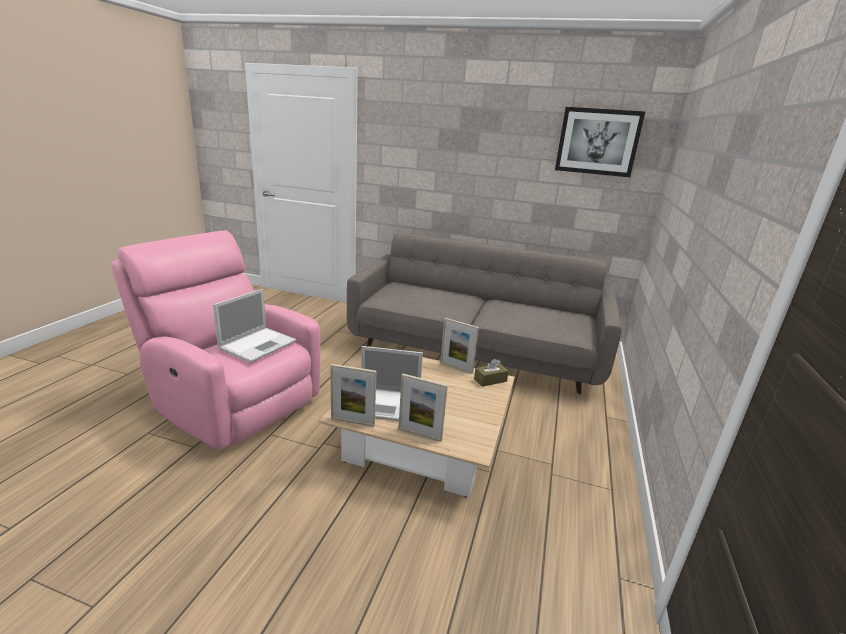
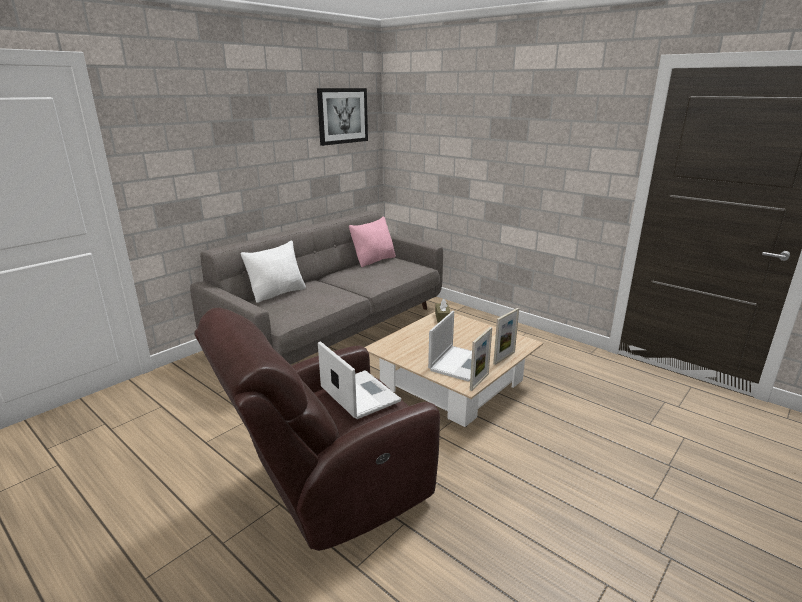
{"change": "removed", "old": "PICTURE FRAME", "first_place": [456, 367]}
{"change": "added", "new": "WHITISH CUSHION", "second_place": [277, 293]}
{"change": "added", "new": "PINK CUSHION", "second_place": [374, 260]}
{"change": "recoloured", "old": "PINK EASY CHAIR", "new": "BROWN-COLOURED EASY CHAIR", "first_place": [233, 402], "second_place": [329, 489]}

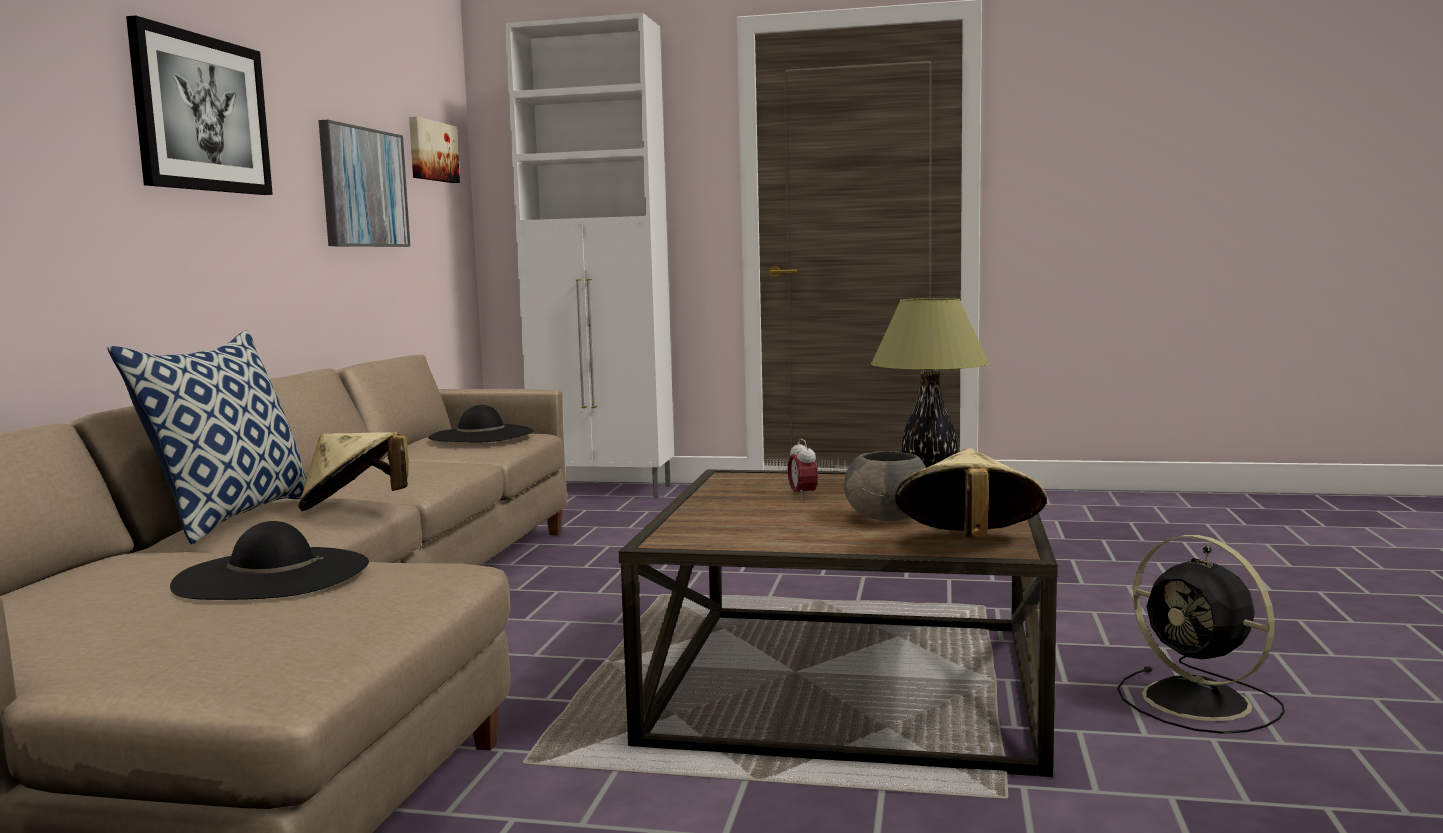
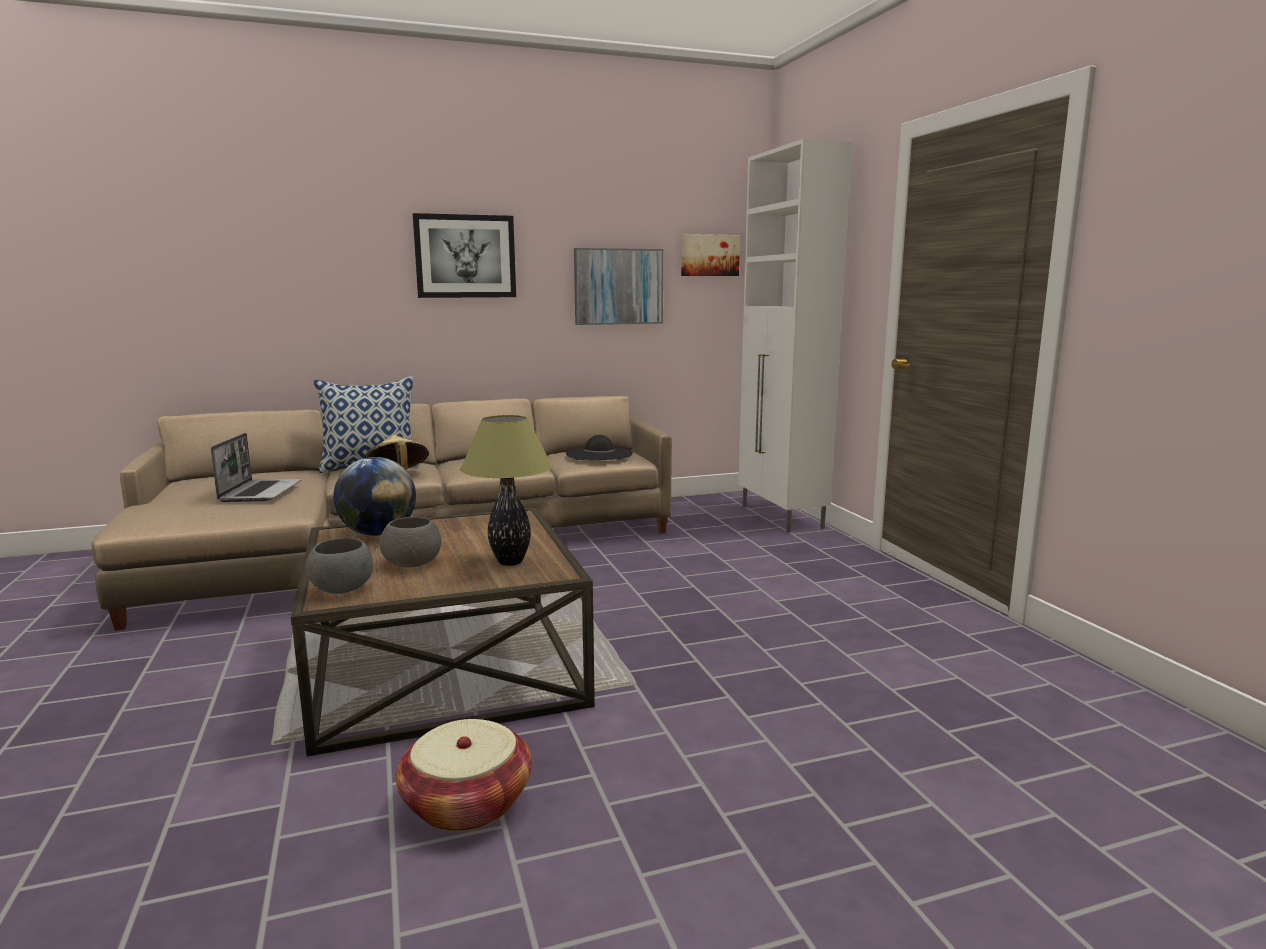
{"change": "removed", "old": "TABLE CLOCK", "first_place": [802, 496]}
{"change": "added", "new": "GLOBE", "second_place": [378, 533]}
{"change": "replaced", "old": "BLACK-COLOURED WEARABLE HAT", "new": "PORTABLE COMPUTER", "first_place": [272, 574], "second_place": [260, 492]}
{"change": "replaced", "old": "BEIGE WEARABLE HAT", "new": "GREYISH SERVING BOWL", "first_place": [968, 544], "second_place": [342, 590]}
{"change": "replaced", "old": "BLACK-COLOURED ELECTRIC FAN", "new": "STORAGE BASKET", "first_place": [1200, 702], "second_place": [466, 803]}

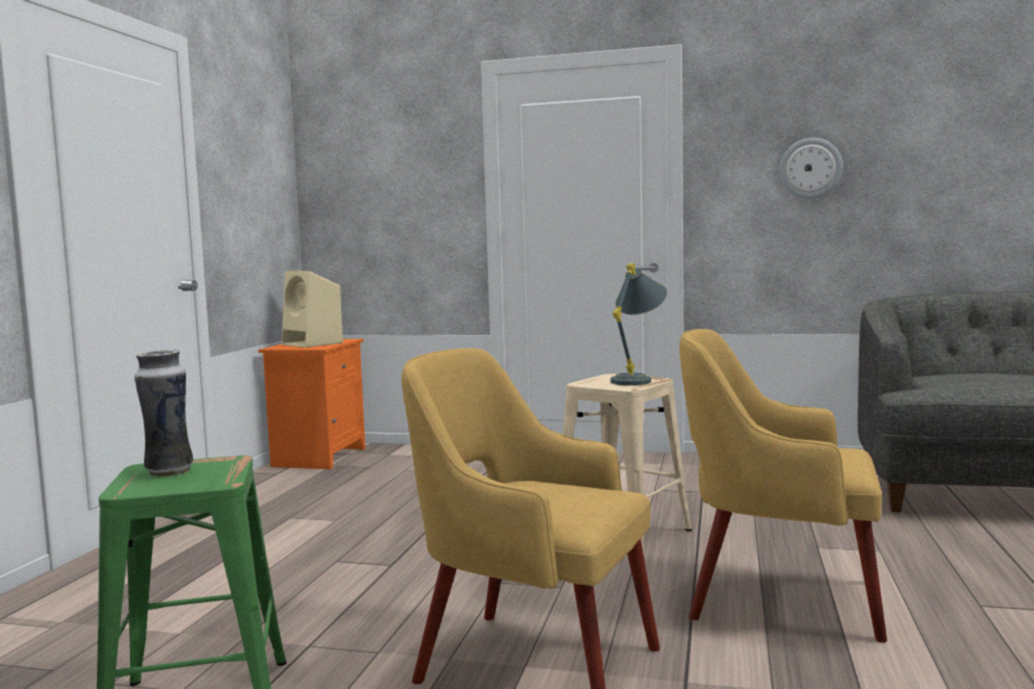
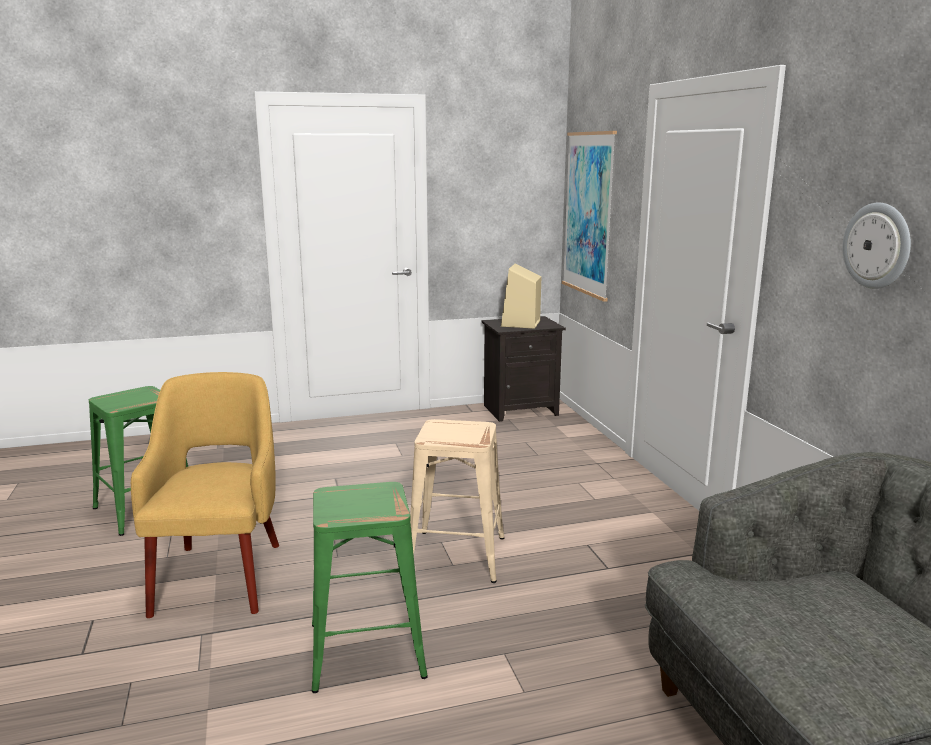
{"change": "removed", "old": "FLOWER VASE", "first_place": [168, 472]}
{"change": "removed", "old": "GREYISH LAMP FOR A TABLE", "first_place": [637, 380]}
{"change": "added", "new": "WALL ART", "second_place": [588, 214]}
{"change": "replaced", "old": "YELLOW-COLOURED EASY CHAIR", "new": "GREEN STOOL", "first_place": [777, 598], "second_place": [366, 648]}
{"change": "recoloured", "old": "ORANGE BEDSIDE TABLE", "new": "BLACK-COLOURED BEDSIDE TABLE", "first_place": [318, 457], "second_place": [521, 409]}

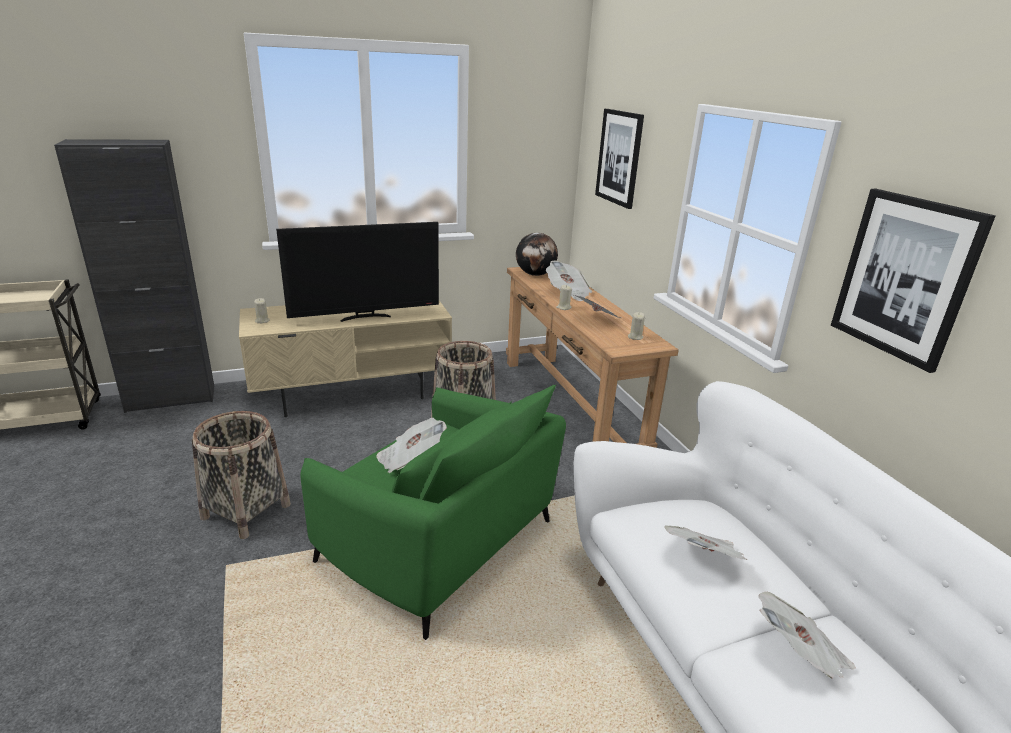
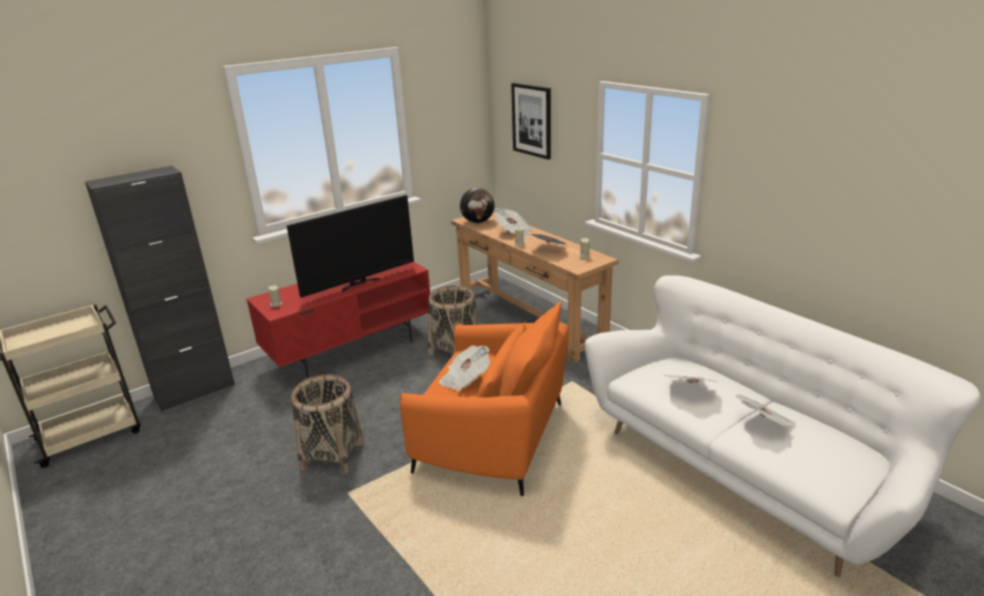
{"change": "removed", "old": "WALL ART", "first_place": [904, 277]}
{"change": "recoloured", "old": "BEIGE MEDIA CONSOLE", "new": "RED-COLOURED MEDIA CONSOLE", "first_place": [353, 392], "second_place": [351, 350]}
{"change": "recoloured", "old": "GREEN EASY CHAIR", "new": "ORANGE EASY CHAIR", "first_place": [439, 543], "second_place": [493, 438]}

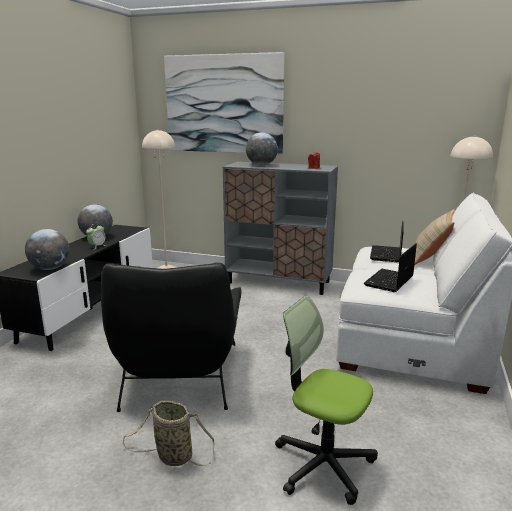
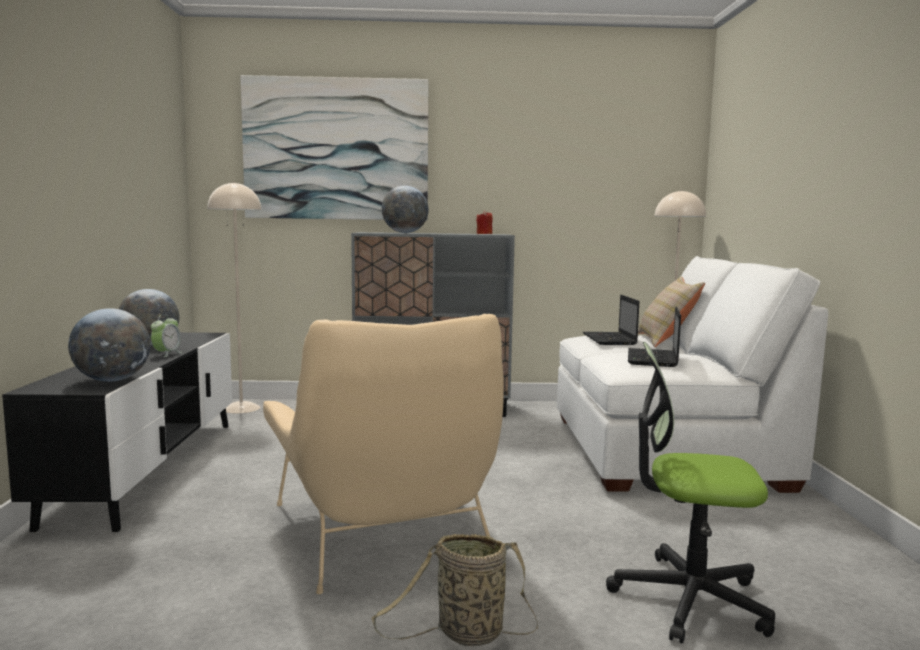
{"change": "recoloured", "old": "BLACK-COLOURED EASY CHAIR", "new": "BEIGE EASY CHAIR", "first_place": [180, 374], "second_place": [381, 530]}

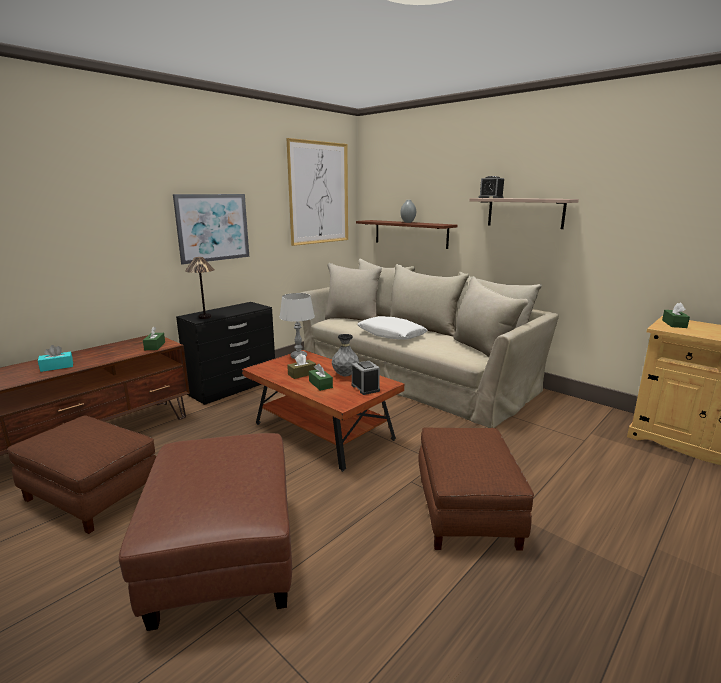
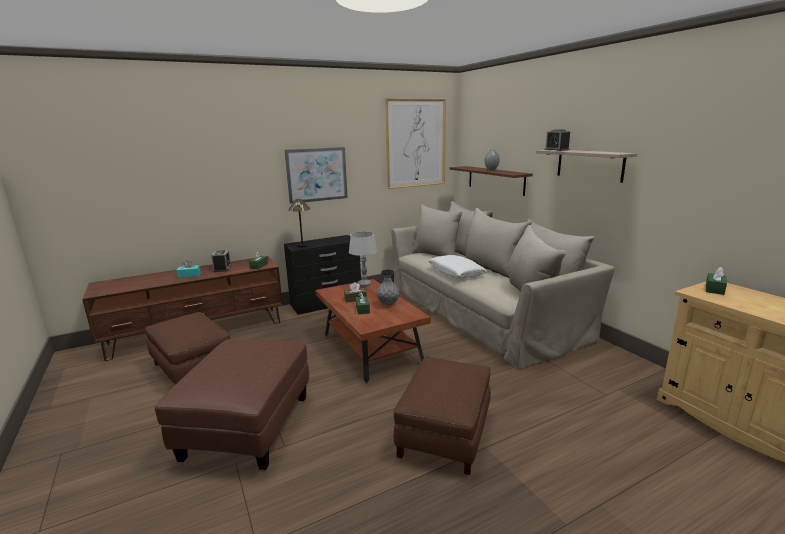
{"change": "moved", "old": "TABLE CLOCK", "first_place": [365, 388], "second_place": [222, 268]}

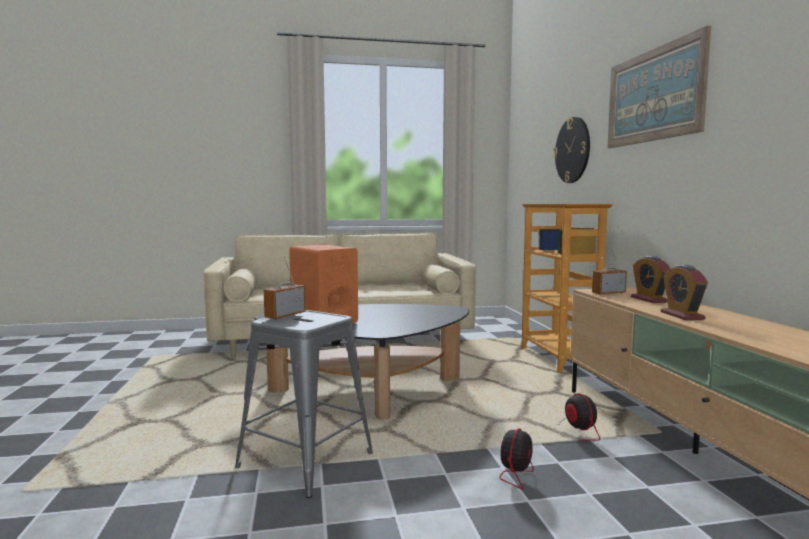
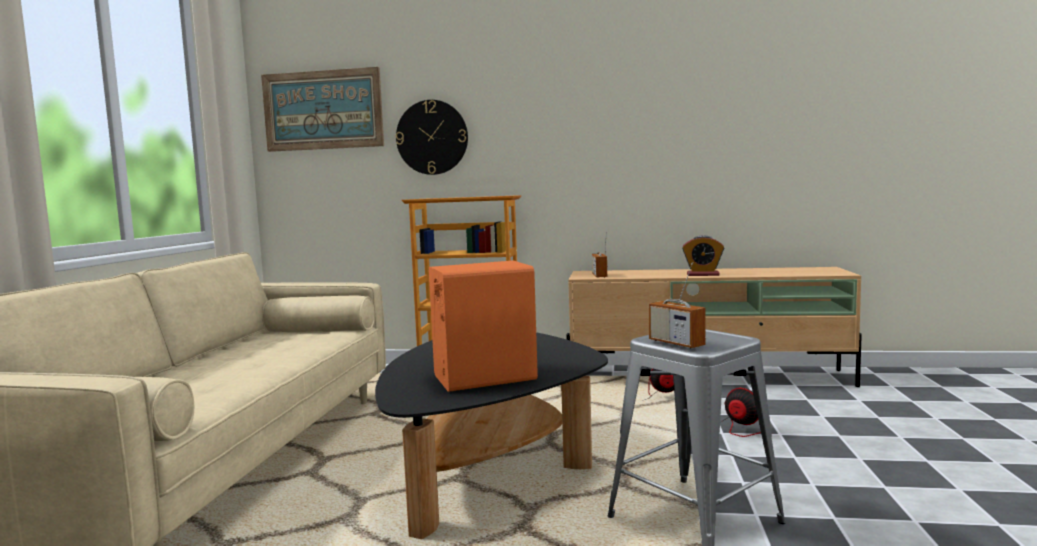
{"change": "removed", "old": "TABLE CLOCK", "first_place": [649, 299]}
{"change": "moved", "old": "WALL ART", "first_place": [653, 95], "second_place": [323, 110]}

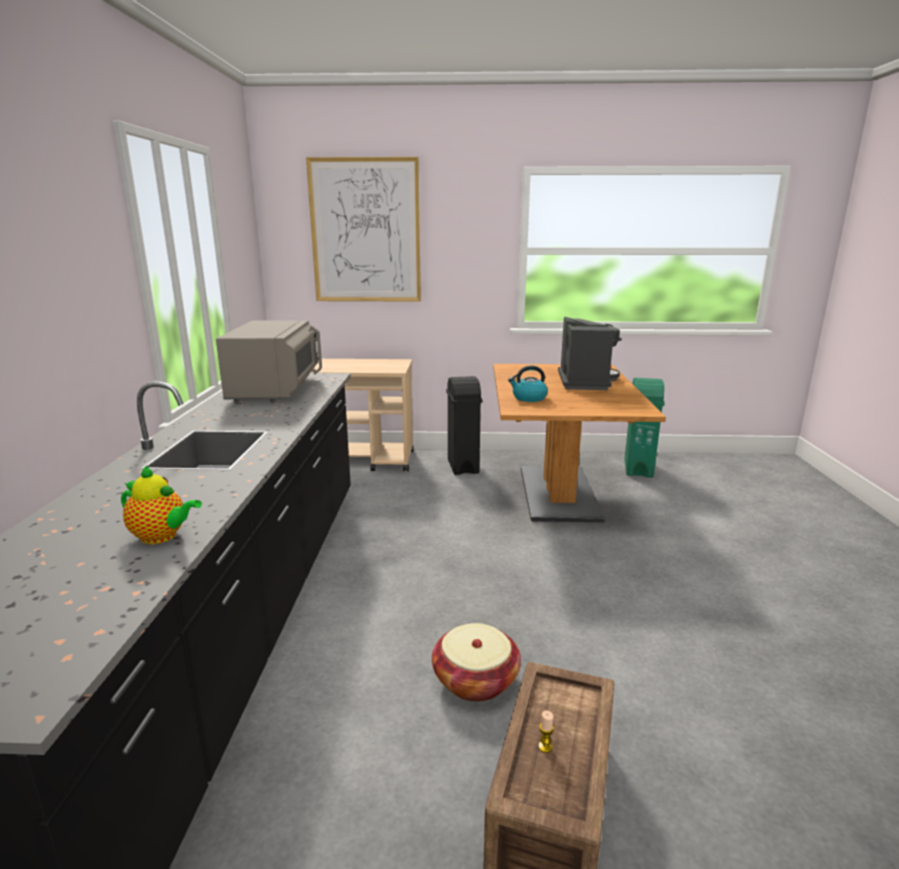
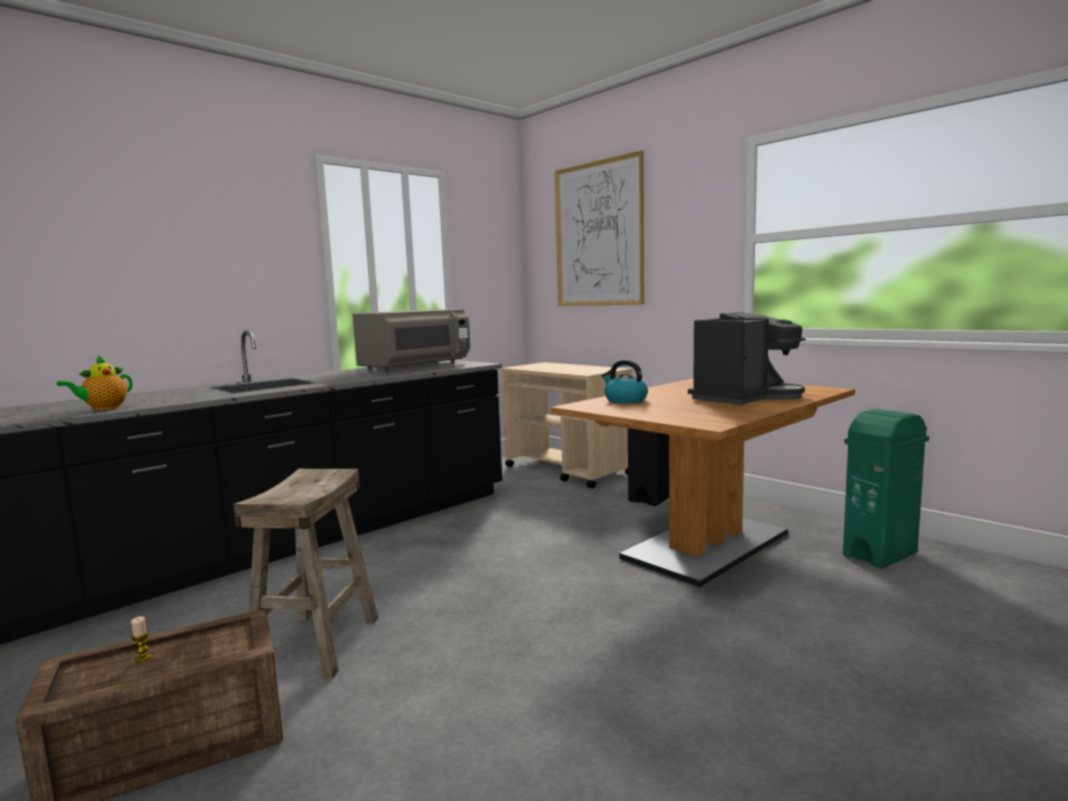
{"change": "replaced", "old": "STORAGE BASKET", "new": "BEIGE STOOL", "first_place": [475, 680], "second_place": [316, 643]}
{"change": "turned", "old": "TEA POT", "first_place": [162, 537], "second_place": [103, 408], "degrees": 60}

